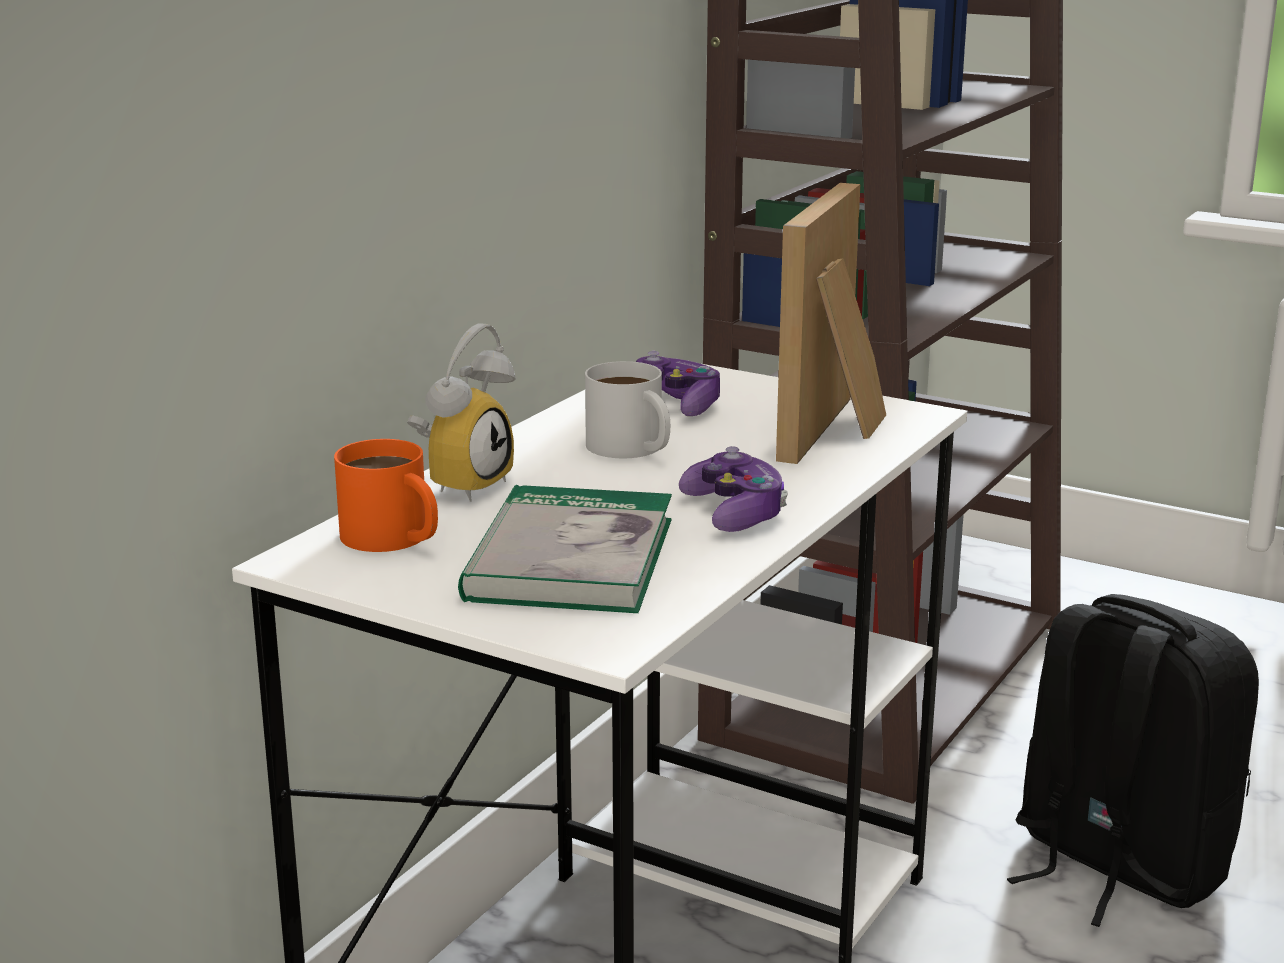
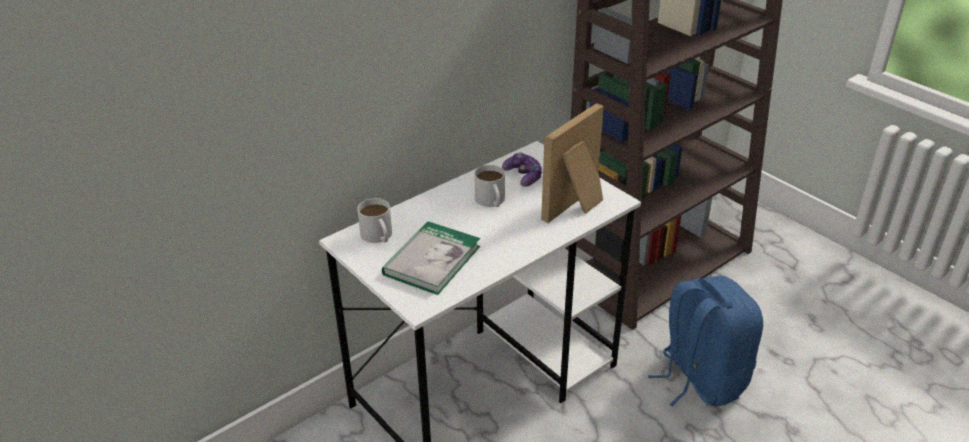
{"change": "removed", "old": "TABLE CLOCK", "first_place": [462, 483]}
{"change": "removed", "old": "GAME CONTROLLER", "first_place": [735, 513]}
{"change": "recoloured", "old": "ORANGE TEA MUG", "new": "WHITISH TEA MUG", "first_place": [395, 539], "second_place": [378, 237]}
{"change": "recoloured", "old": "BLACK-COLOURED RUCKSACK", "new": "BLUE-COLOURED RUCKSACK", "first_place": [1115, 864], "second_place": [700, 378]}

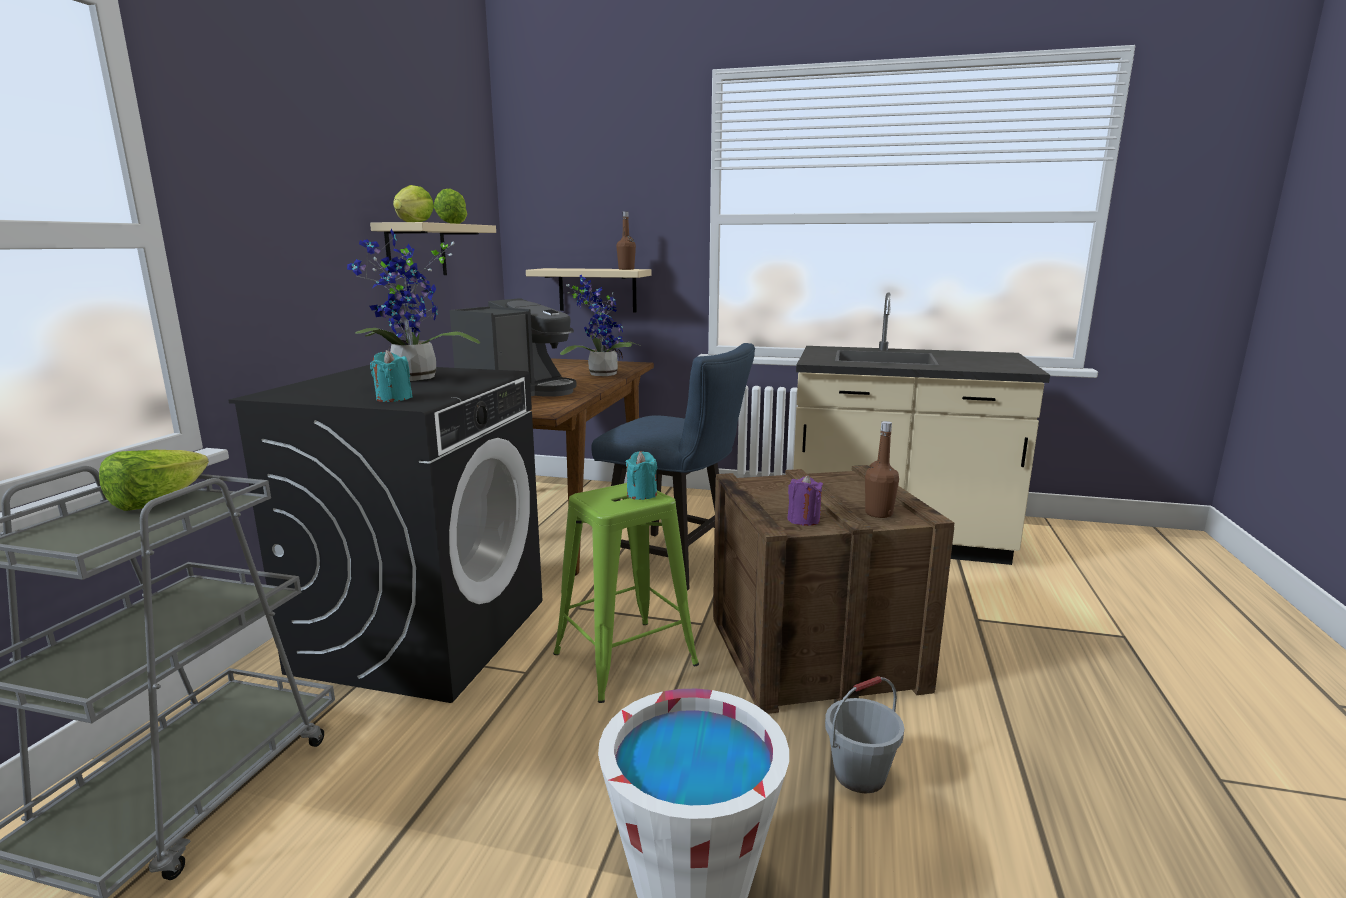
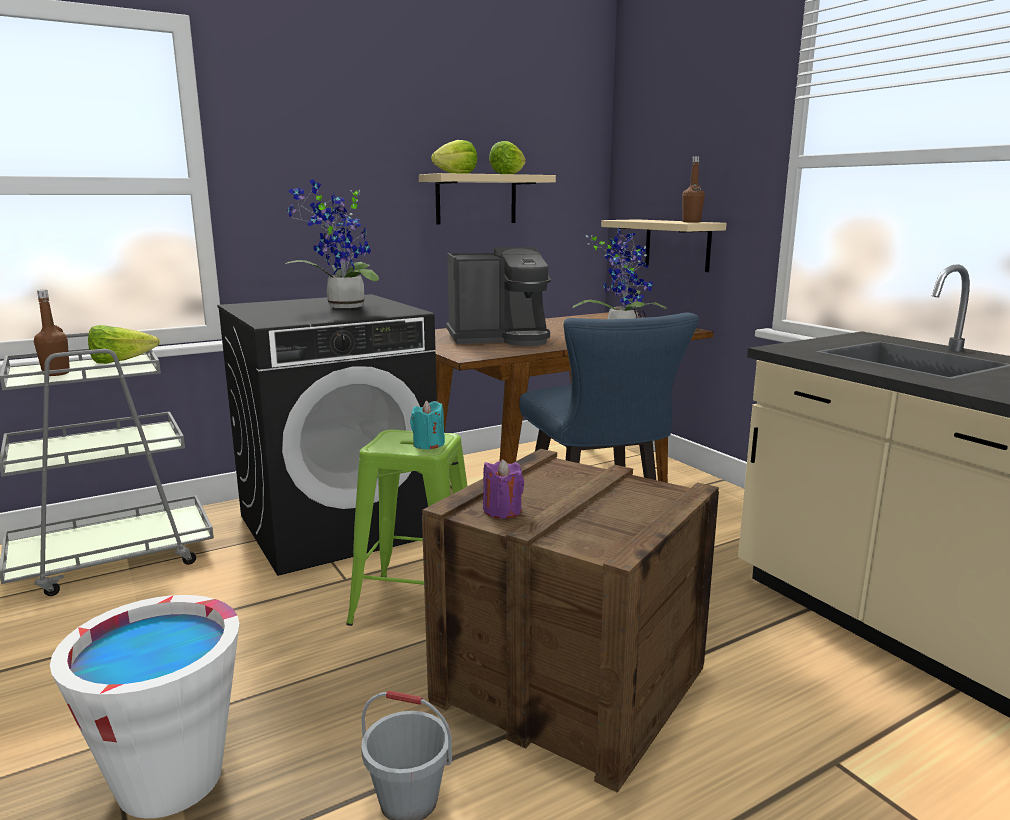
{"change": "removed", "old": "TURQUOISE-COLOURED CANDLE", "first_place": [393, 398]}
{"change": "moved", "old": "BROWN-COLOURED BEVERAGE BOTTLE", "first_place": [878, 513], "second_place": [56, 373]}

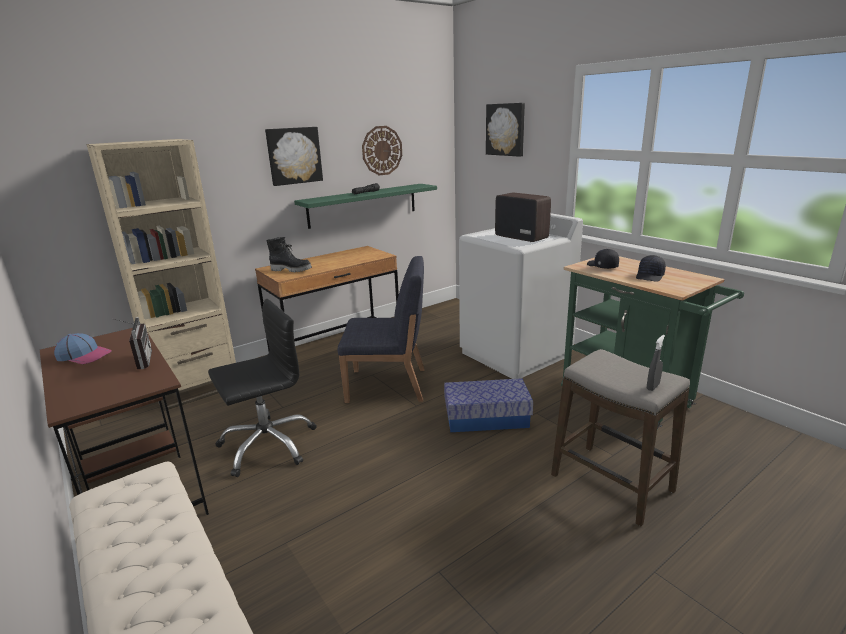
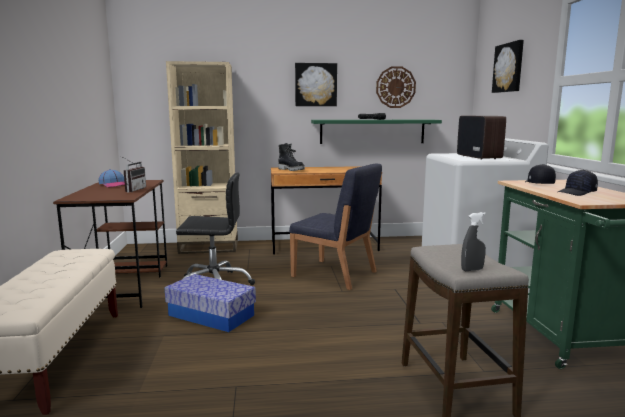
{"change": "moved", "old": "STORAGE BIN", "first_place": [486, 418], "second_place": [211, 315]}

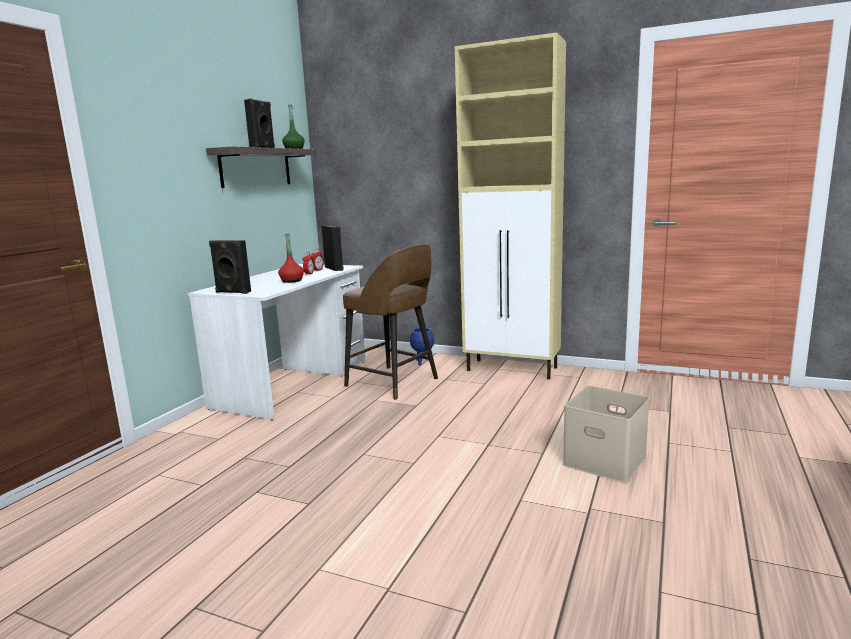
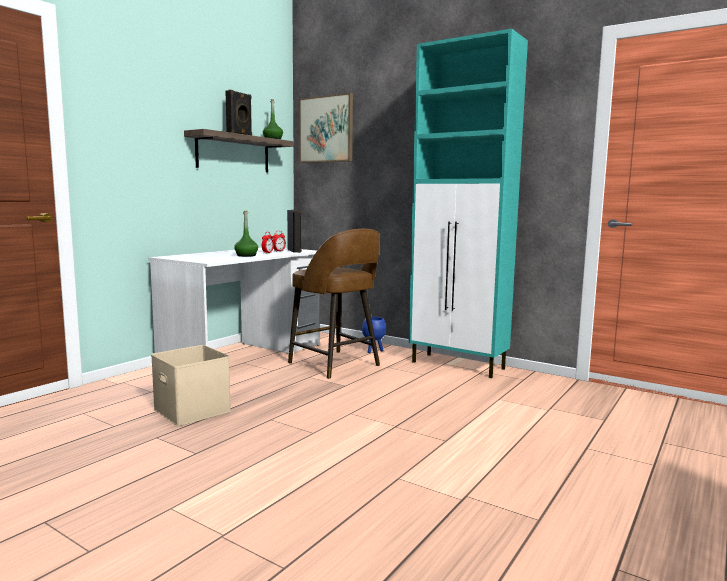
{"change": "removed", "old": "BLACK-COLOURED LOUDSPEAKER", "first_place": [232, 292]}
{"change": "added", "new": "WALL ART", "second_place": [326, 129]}
{"change": "moved", "old": "BEIGE STORAGE BIN", "first_place": [602, 460], "second_place": [190, 410]}
{"change": "recoloured", "old": "RED-COLOURED BEVERAGE BOTTLE", "new": "GREEN BEVERAGE BOTTLE", "first_place": [292, 281], "second_place": [246, 255]}
{"change": "recoloured", "old": "BEIGE CUPBOARD", "new": "TURQUOISE-COLOURED CUPBOARD", "first_place": [513, 369], "second_place": [459, 365]}

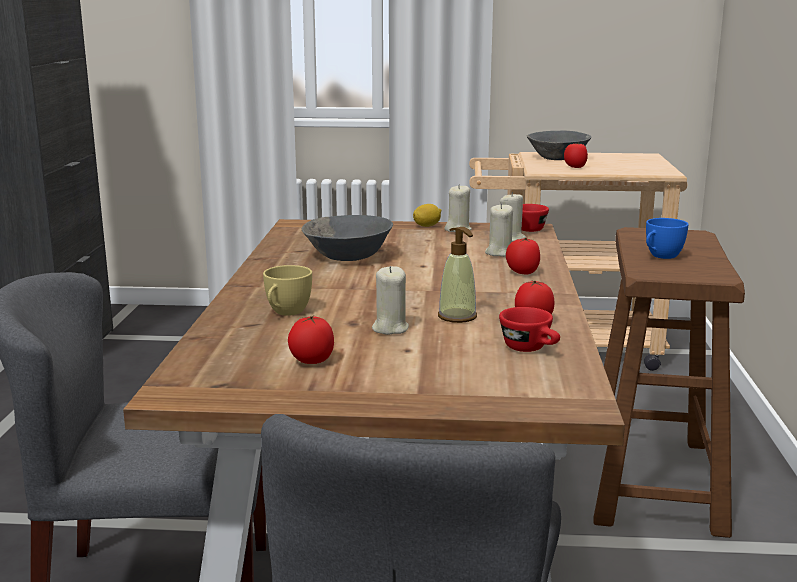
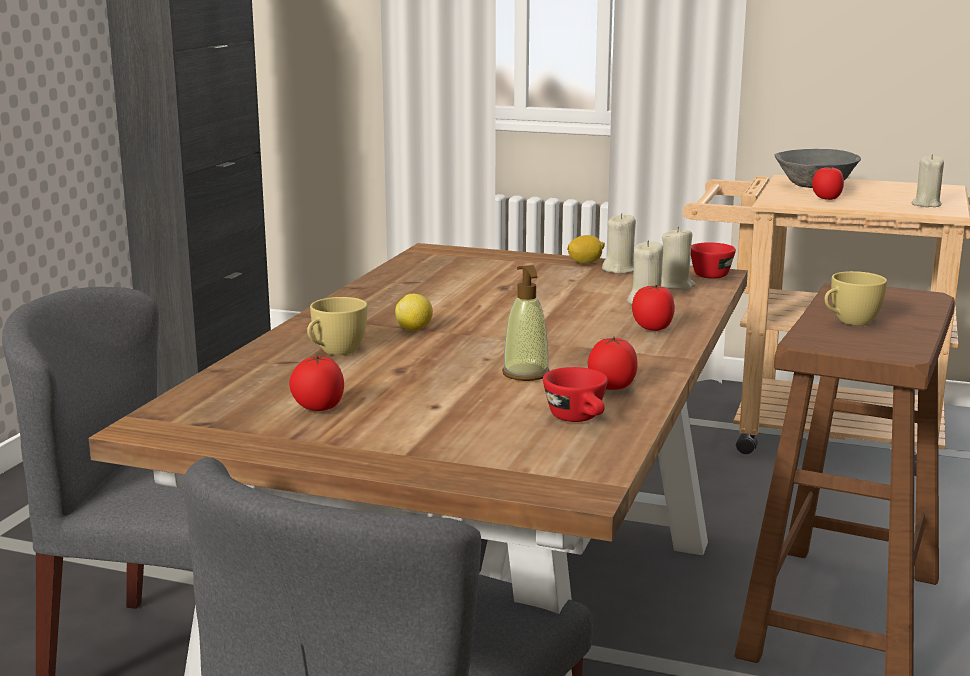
{"change": "removed", "old": "GREYISH SERVING BOWL", "first_place": [349, 256]}
{"change": "added", "new": "LEMON", "second_place": [414, 329]}
{"change": "moved", "old": "BEIGE CANDLE", "first_place": [390, 328], "second_place": [926, 204]}
{"change": "recoloured", "old": "BLUE-COLOURED DRINKING CUP", "new": "YELLOW-COLOURED DRINKING CUP", "first_place": [661, 256], "second_place": [849, 322]}

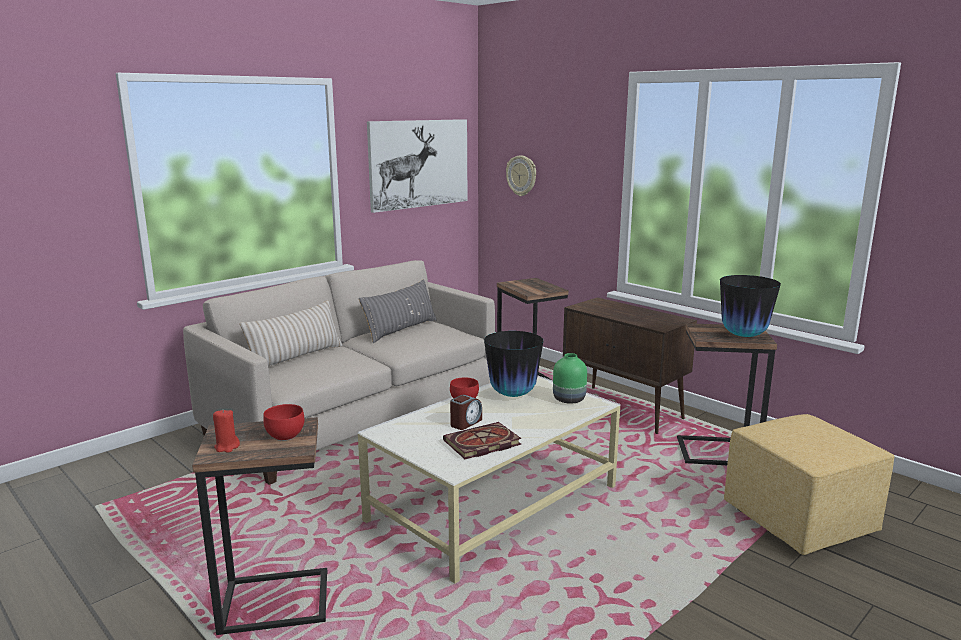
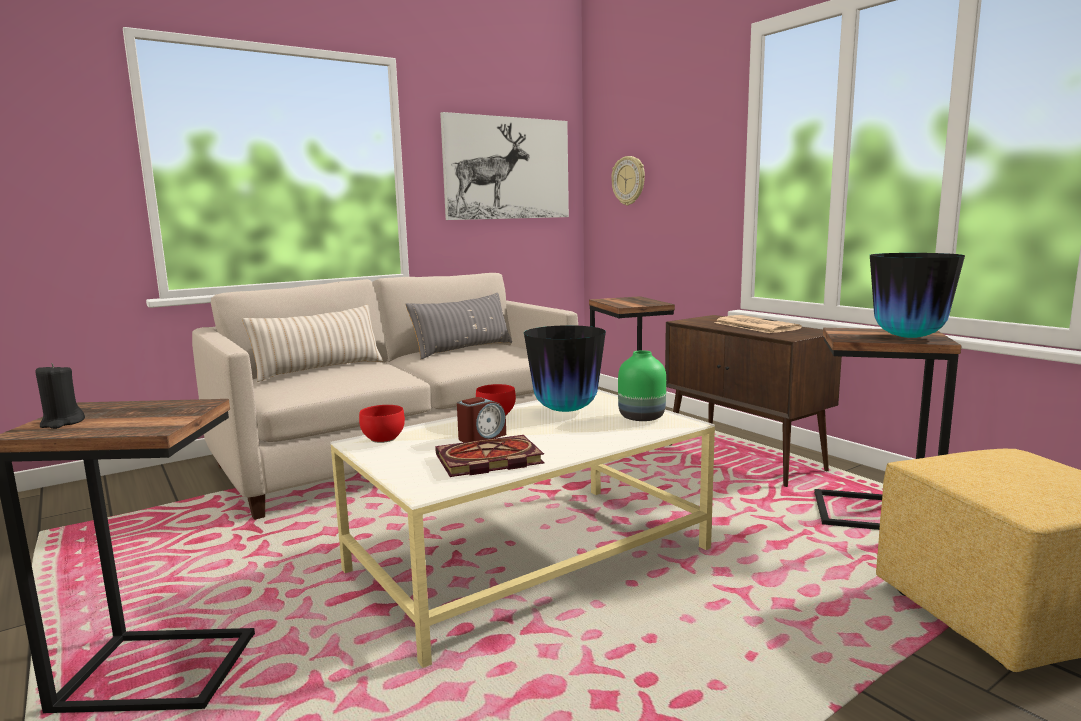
{"change": "added", "new": "NEWSPAPER", "second_place": [754, 325]}
{"change": "moved", "old": "RED-COLOURED SERVING BOWL", "first_place": [285, 435], "second_place": [383, 438]}
{"change": "recoloured", "old": "RED-COLOURED CANDLE", "new": "BLACK-COLOURED CANDLE", "first_place": [227, 447], "second_place": [62, 423]}

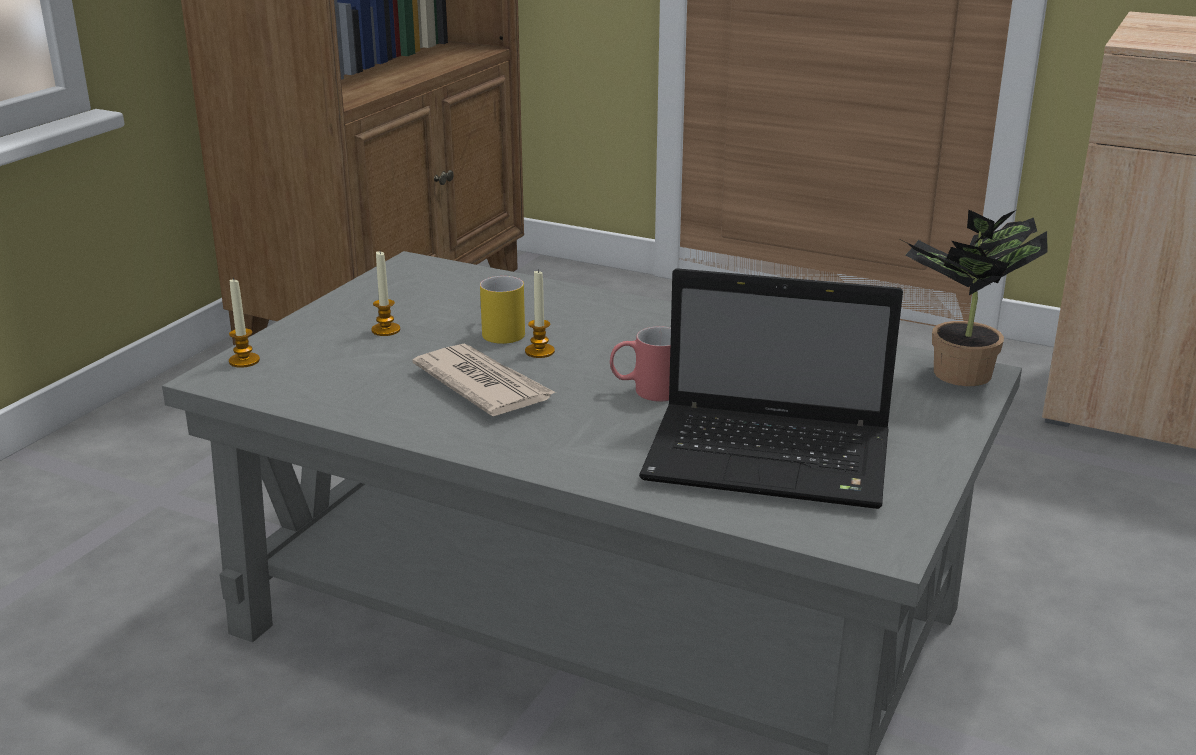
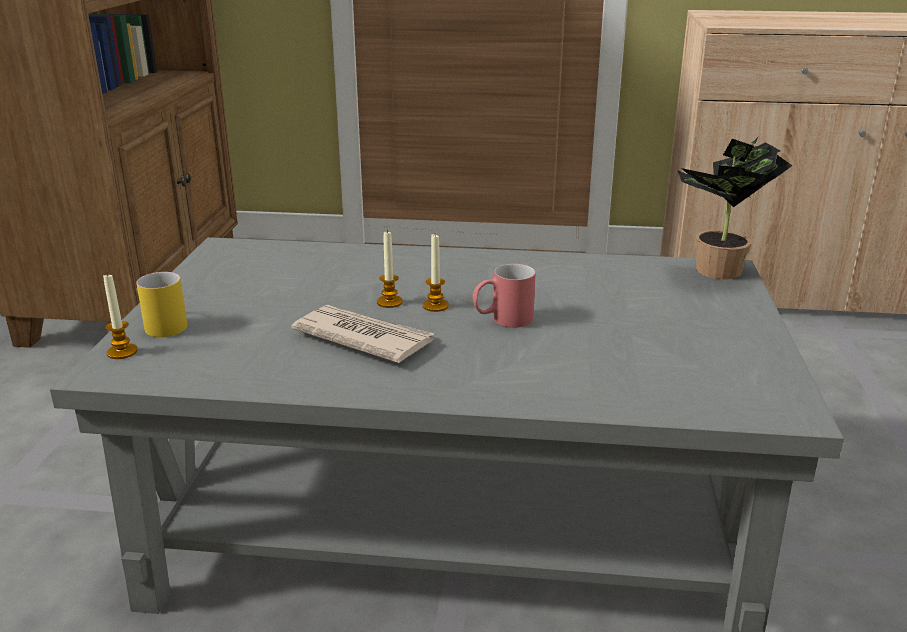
{"change": "removed", "old": "PORTABLE COMPUTER", "first_place": [773, 460]}
{"change": "moved", "old": "CANDLE", "first_place": [386, 330], "second_place": [435, 306]}
{"change": "moved", "old": "YELLOW-COLOURED TEA MUG", "first_place": [499, 330], "second_place": [160, 324]}

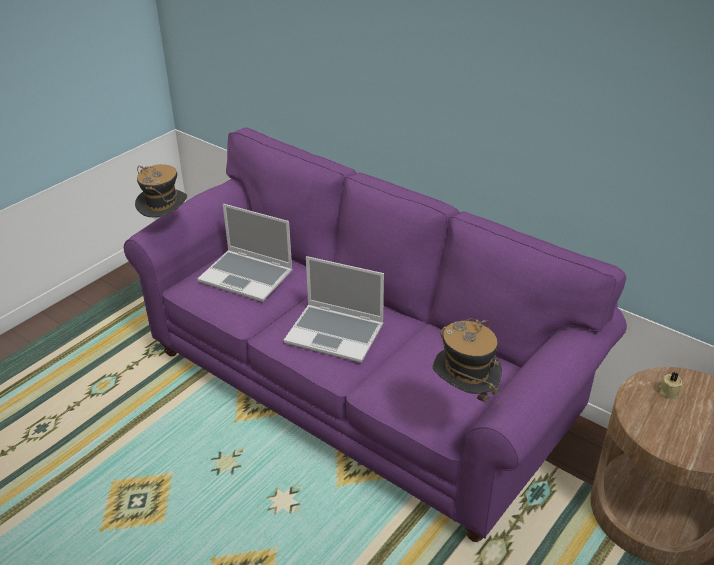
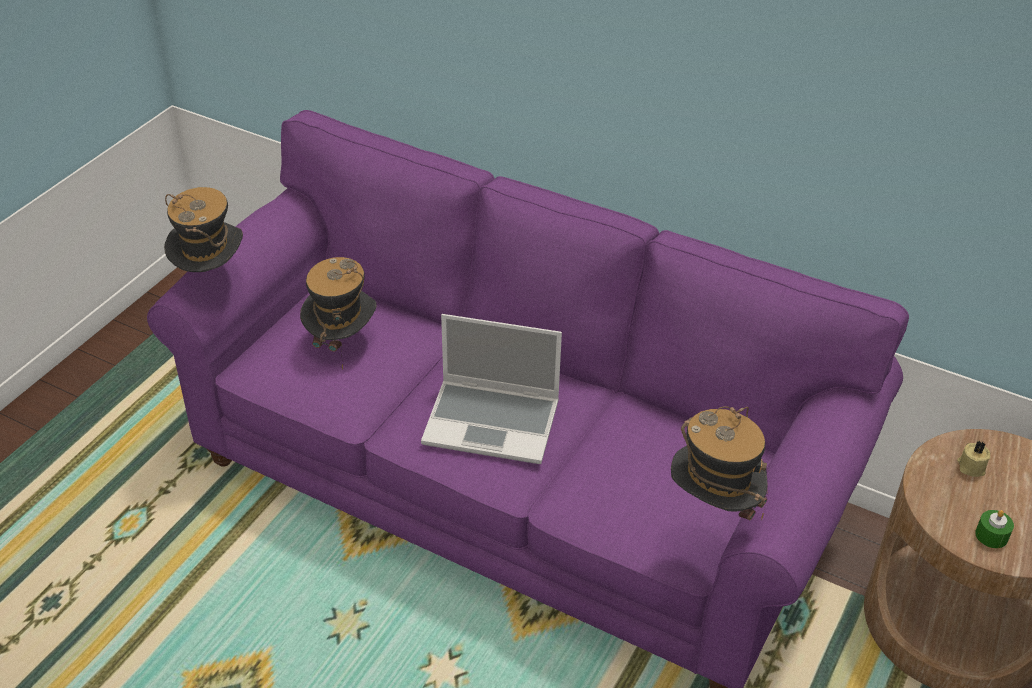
{"change": "added", "new": "GREEN CANDLE", "second_place": [991, 535]}
{"change": "replaced", "old": "PORTABLE COMPUTER", "new": "WEARABLE HAT", "first_place": [247, 277], "second_place": [341, 343]}

